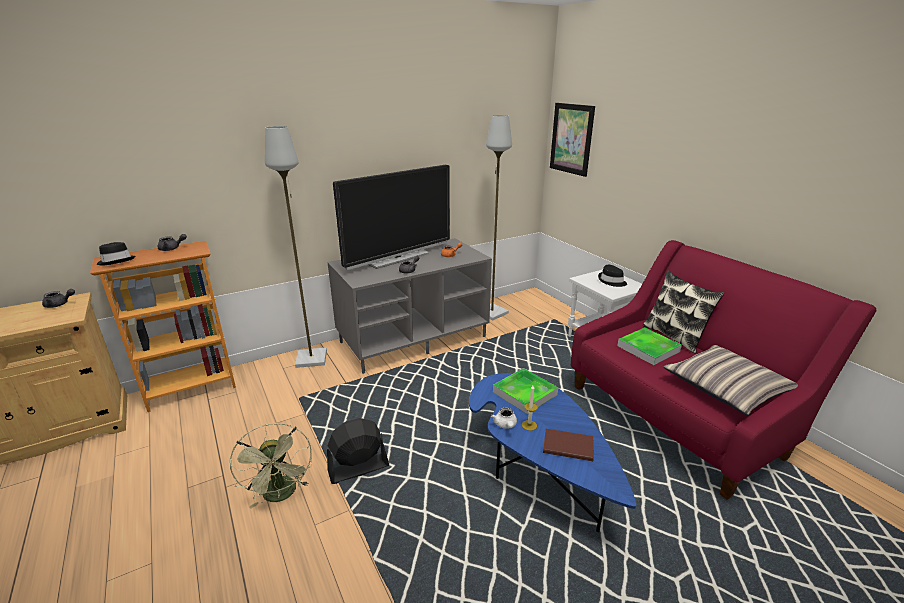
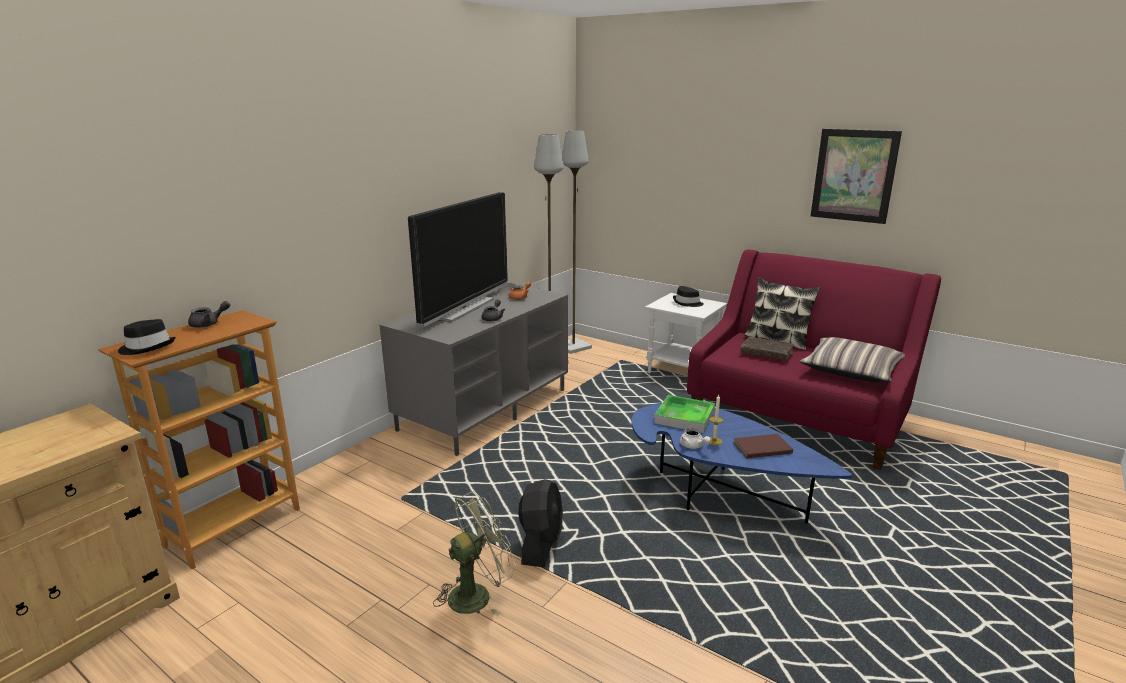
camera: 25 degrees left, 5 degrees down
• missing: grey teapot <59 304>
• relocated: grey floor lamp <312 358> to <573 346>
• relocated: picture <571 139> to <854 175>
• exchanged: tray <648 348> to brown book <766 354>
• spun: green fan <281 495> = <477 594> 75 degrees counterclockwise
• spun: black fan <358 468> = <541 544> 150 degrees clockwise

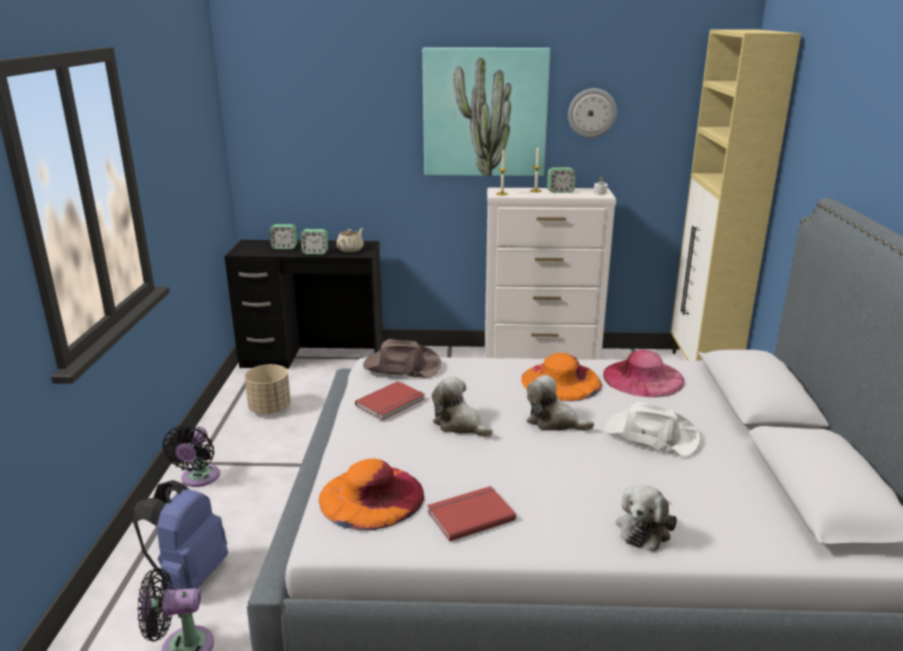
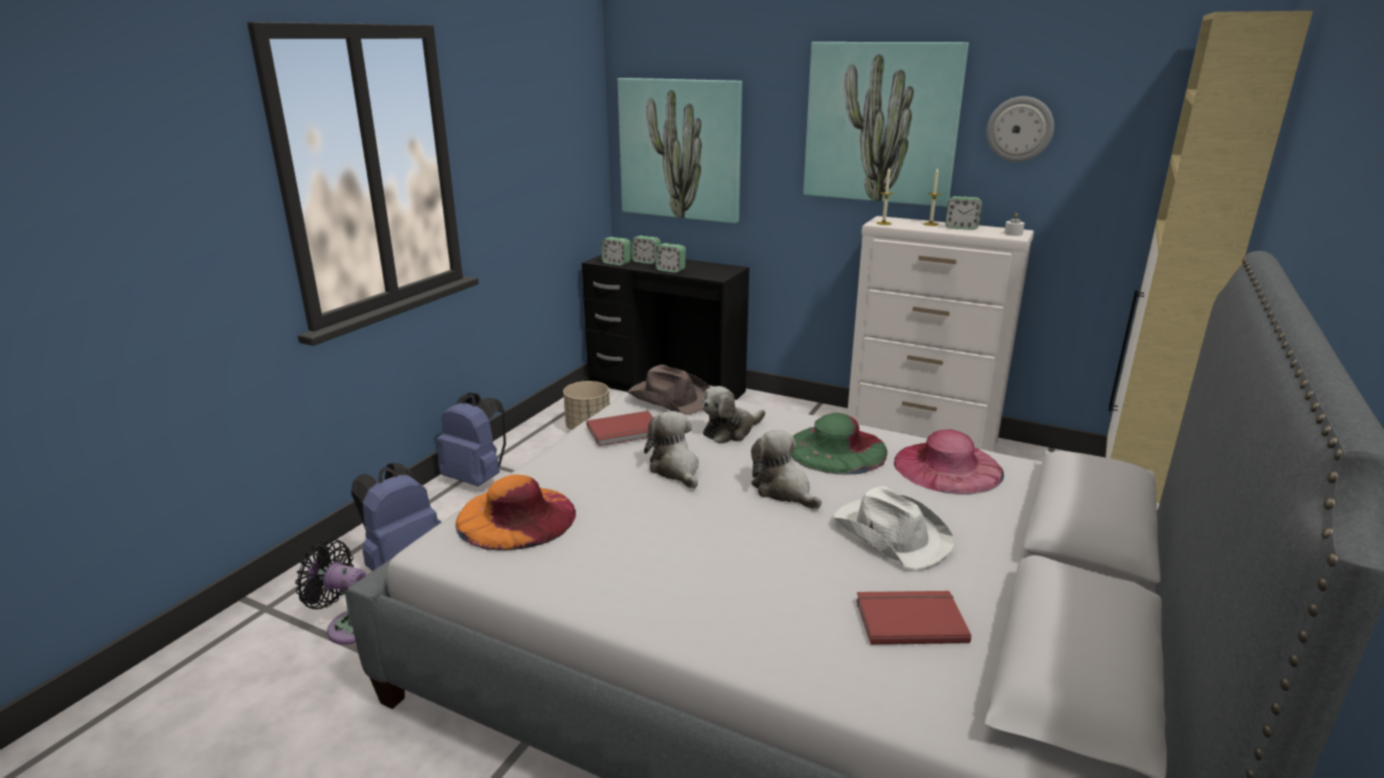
camera: 25 degrees right, 0 degrees up
• missing: beige teapot <350 249>
• appeared: alarm clock <616 263>
• appeared: picture <680 149>
• relocated: red book <469 514> to <909 619>
• relocated: plush toy <644 528> to <730 431>
• exchanged: black fan <199 478> to blue backpack <477 478>
• colour: orange hat <561 381> to green hat <836 449>

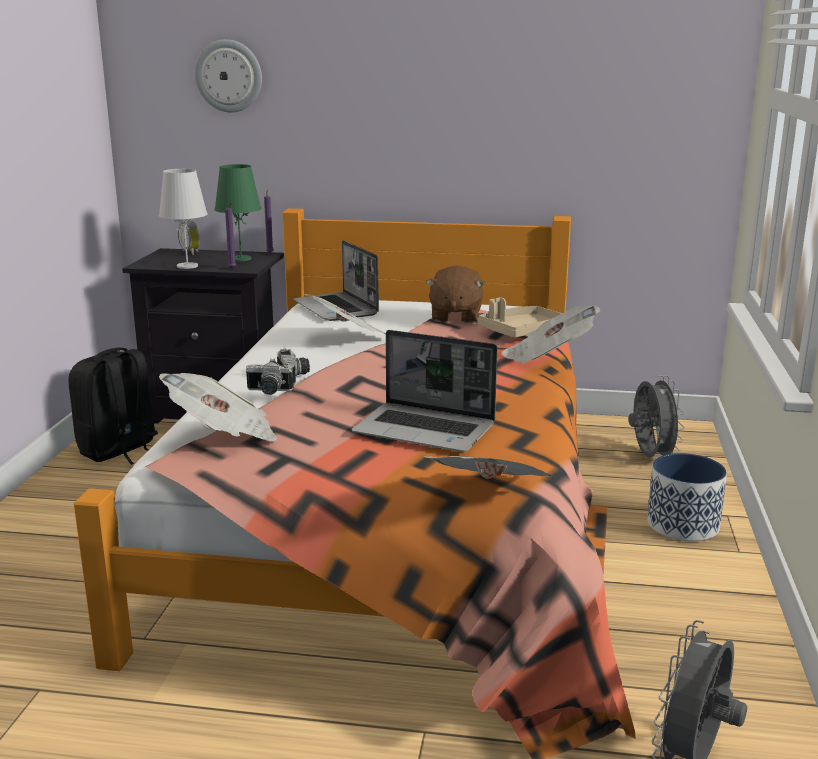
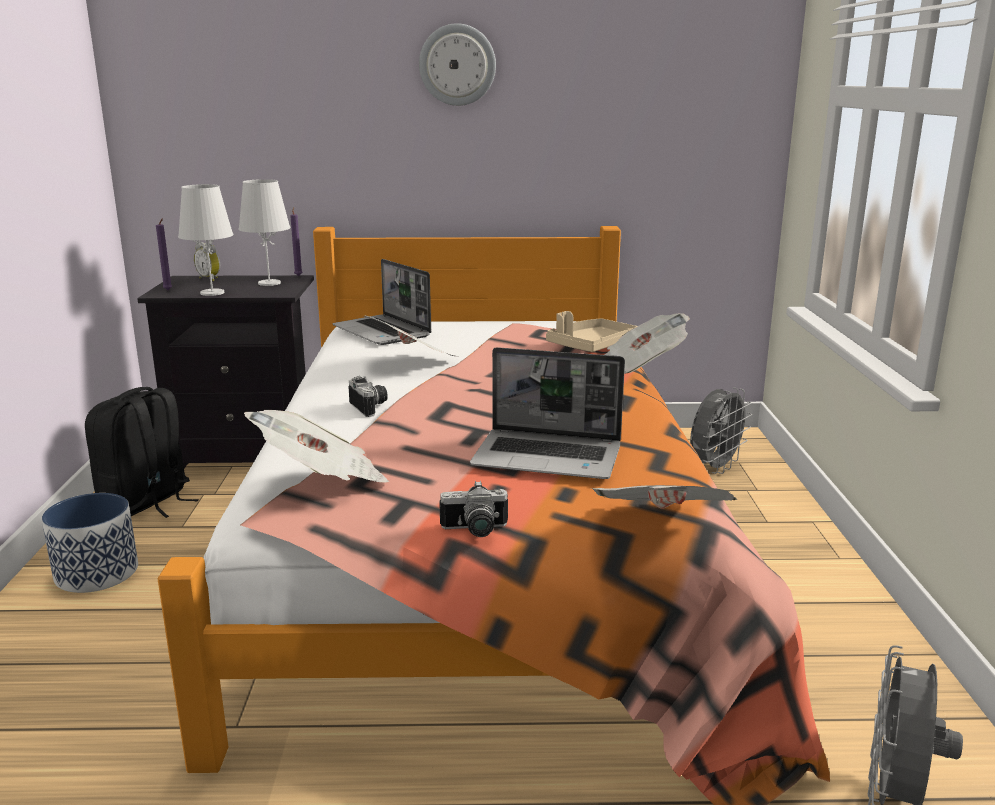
camera: 10 degrees left, 0 degrees up
• missing: brown plush toy <455 317>
• relocated: wall clock <229 76> to <457 65>
• relocated: purple candle <232 268> to <168 290>
• relocated: photo camera <268 392> to <475 531>
• relocated: planter <683 525> to <97 573>
• colour: green table lamp <241 259> to white table lamp <269 283>
• spun: grey fan <650 458> = <714 468> 60 degrees clockwise

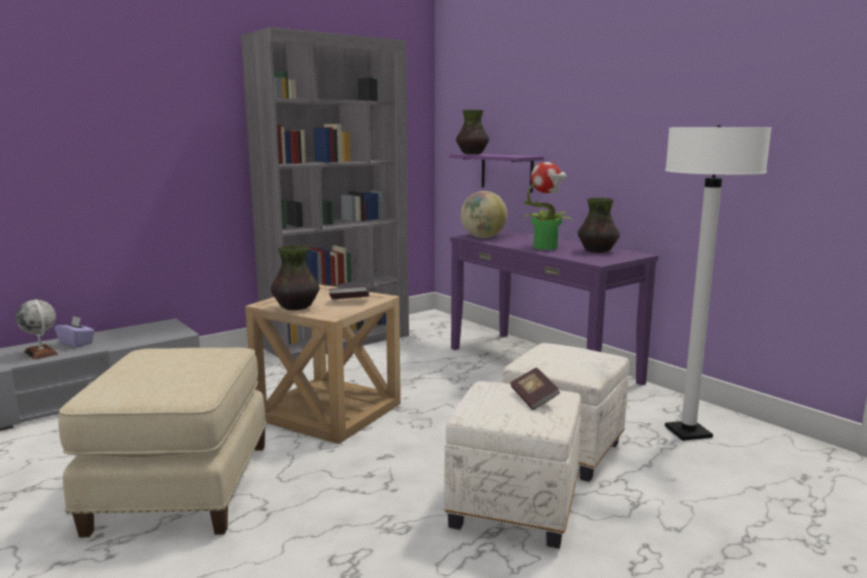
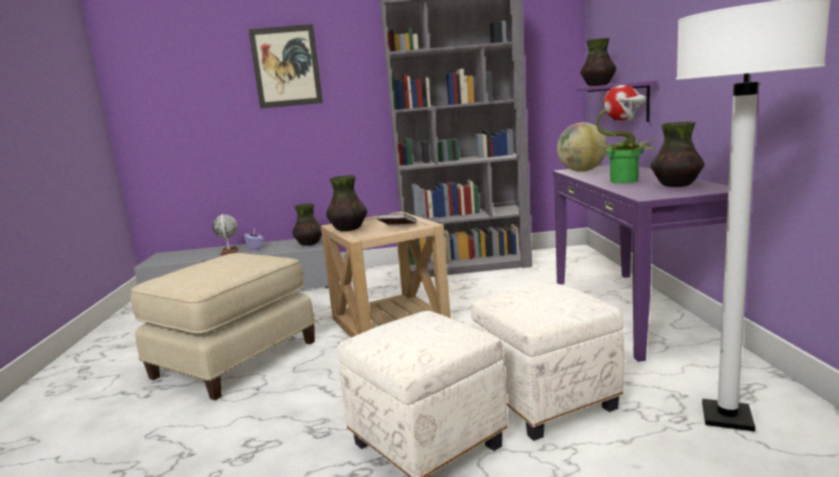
camera: 35 degrees right, 0 degrees up
• missing: book <533 399>
• appeared: picture <286 66>
• appeared: vase <309 244>

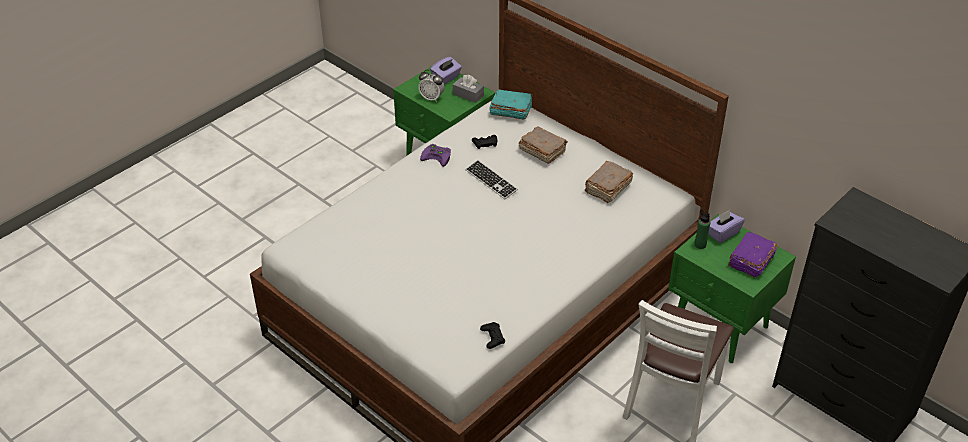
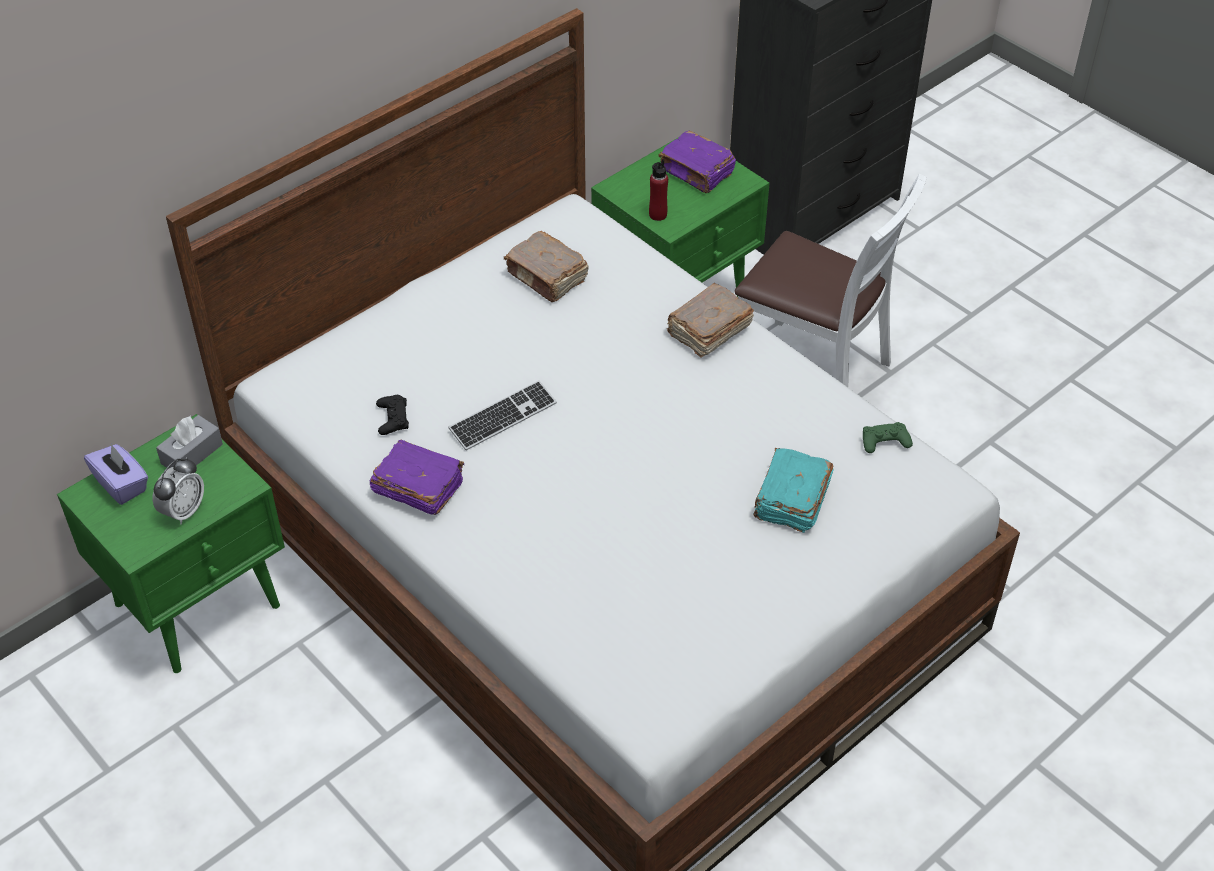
camera: 85 degrees left, 5 degrees up
• missing: purple tissue box <723 233>
• relocated: turquoise book <510 111> to <791 501>
• relocated: brown book <542 151> to <708 331>
• exchanged: purple game controller <438 156> to purple book <417 487>
• colour: black game controller <492 337> to green game controller <885 441>
• colour: green bottle <700 244> to red bottle <657 215>

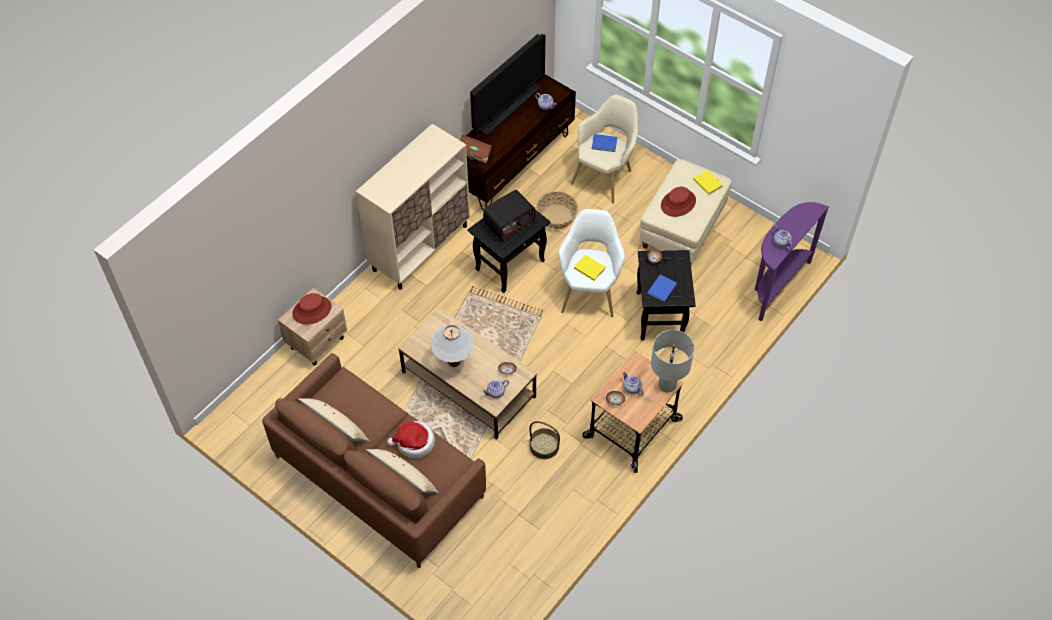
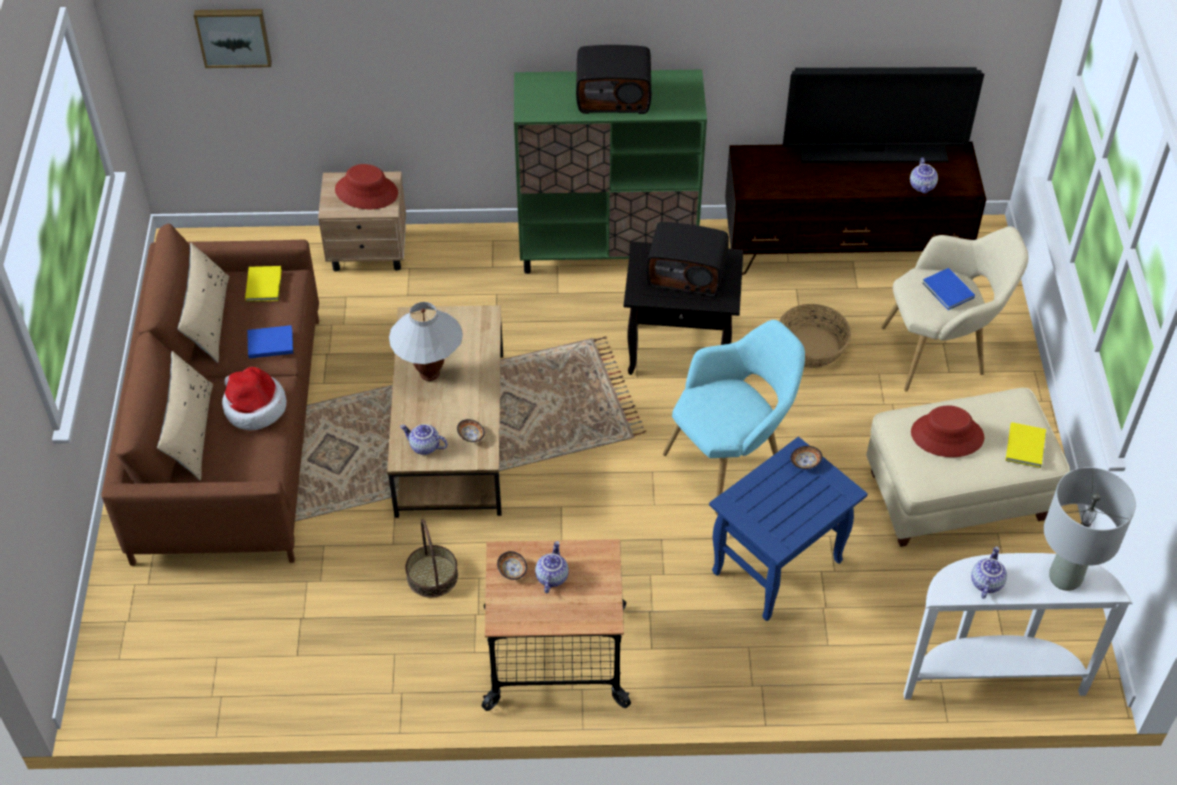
camera: 50 degrees right, 5 degrees down
• missing: brown book <474 154>
• appeared: picture <233 36>
• appeared: radio <614 96>
• relocated: yellow book <589 268> to <264 284>
• relocated: blue book <661 289> to <269 343>
• relocated: grey table lamp <667 385> to <1065 577>
• colour: beige cabinet <420 247> to green cabinet <608 250>
• colour: white armchair <589 291> to turquoise armchair <731 461>
• colour: black side table <660 317> to blue side table <776 569>
• colour: purple console table <776 285> to white console table <990 676>

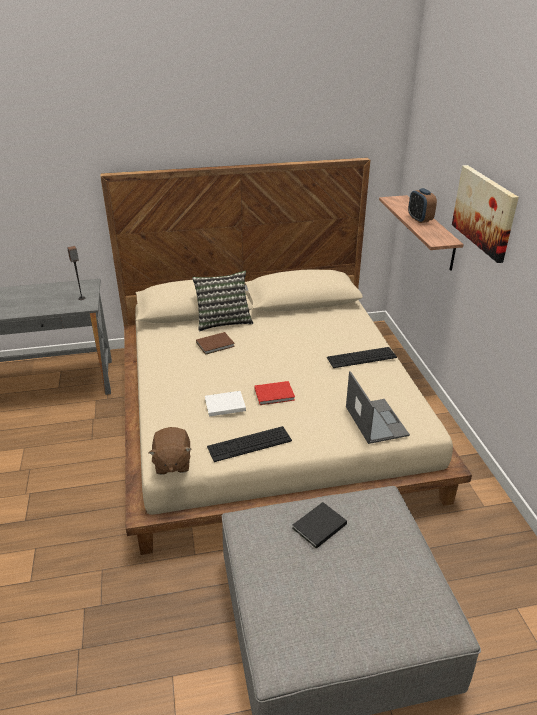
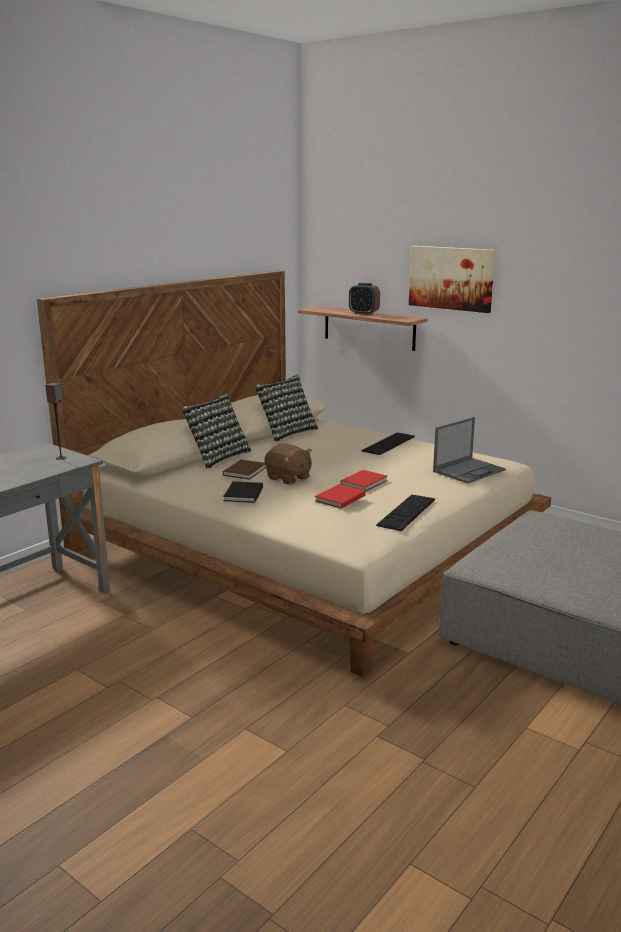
camera: 40 degrees left, 15 degrees down
• appeared: pillow <286 433>
• relocated: brown plush toy <172 463> to <288 478>
• relocated: black book <318 526> to <242 494>
• colour: white book <224 405> to red book <339 498>
• spun: laptop <375 420> = <469 470> 105 degrees clockwise

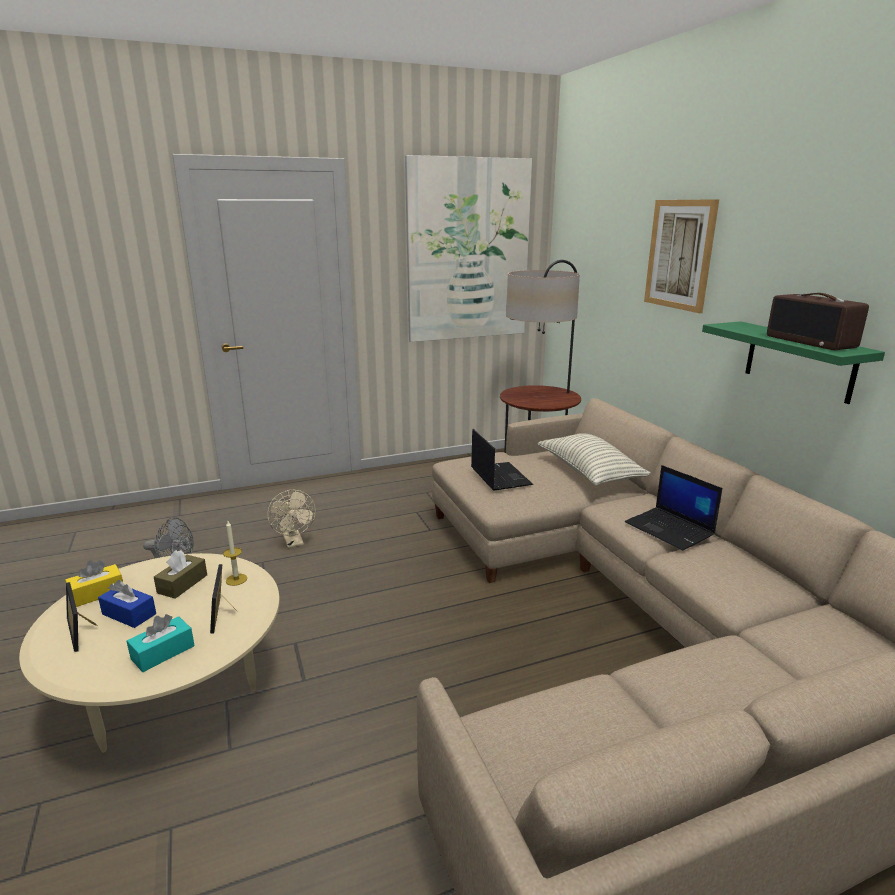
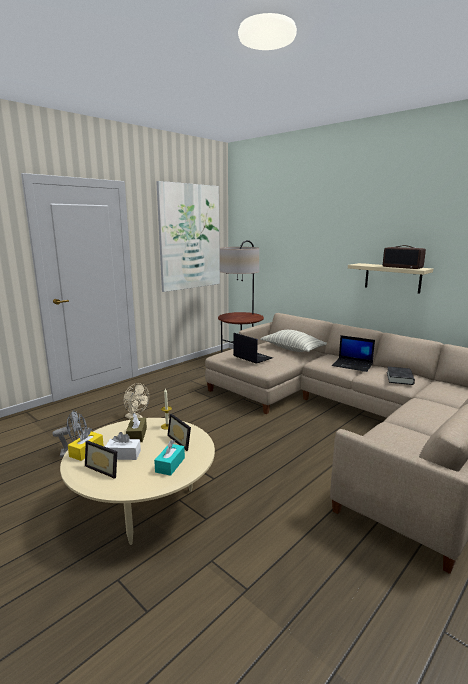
camera: 25 degrees left, 5 degrees down
• missing: picture <679 255>
• appeared: black book <399 378>
• colour: blue tissue box <129 614> to white tissue box <123 455>
• colour: green shelf <799 361> to beige shelf <392 278>

